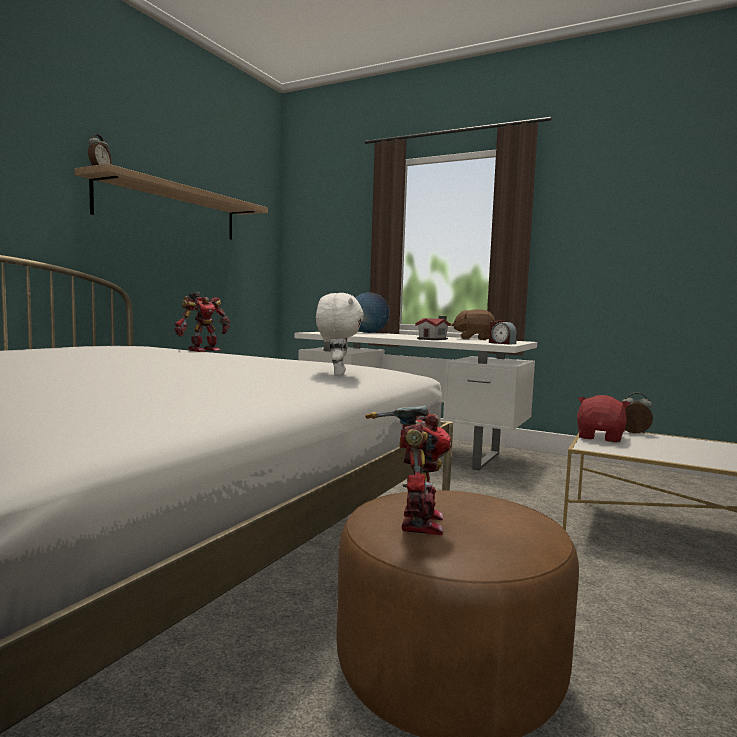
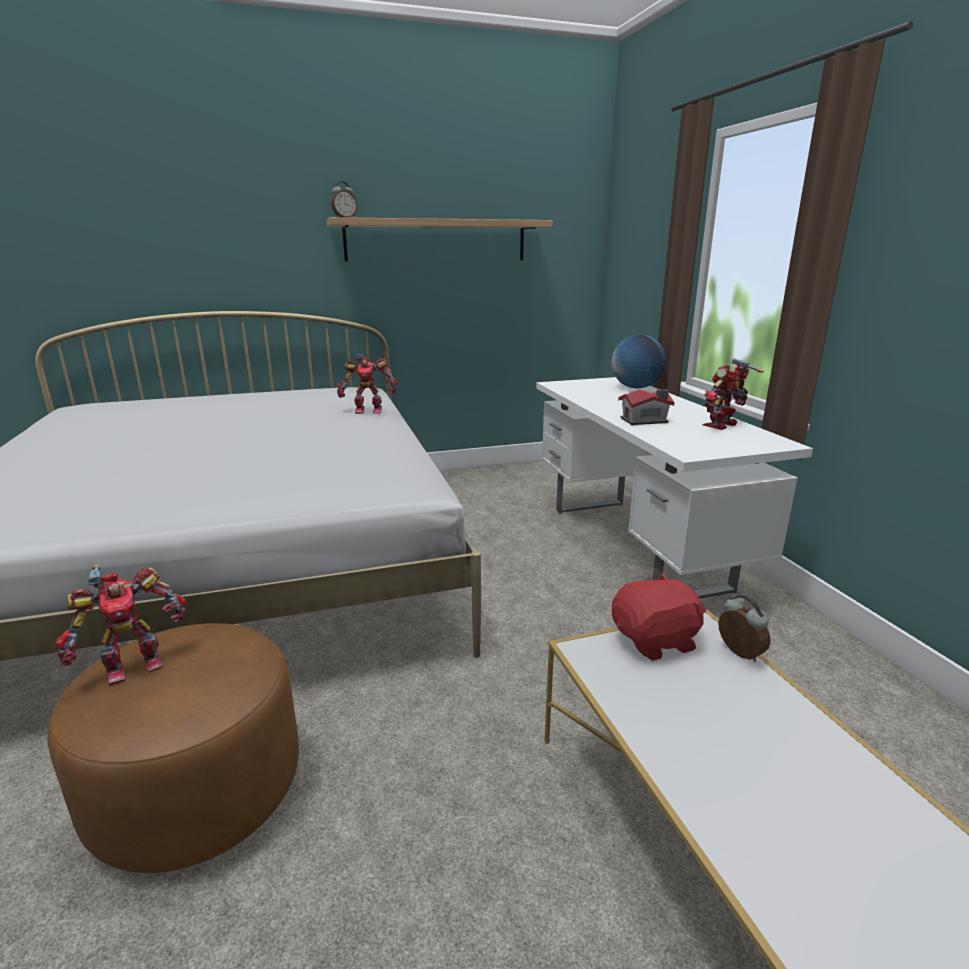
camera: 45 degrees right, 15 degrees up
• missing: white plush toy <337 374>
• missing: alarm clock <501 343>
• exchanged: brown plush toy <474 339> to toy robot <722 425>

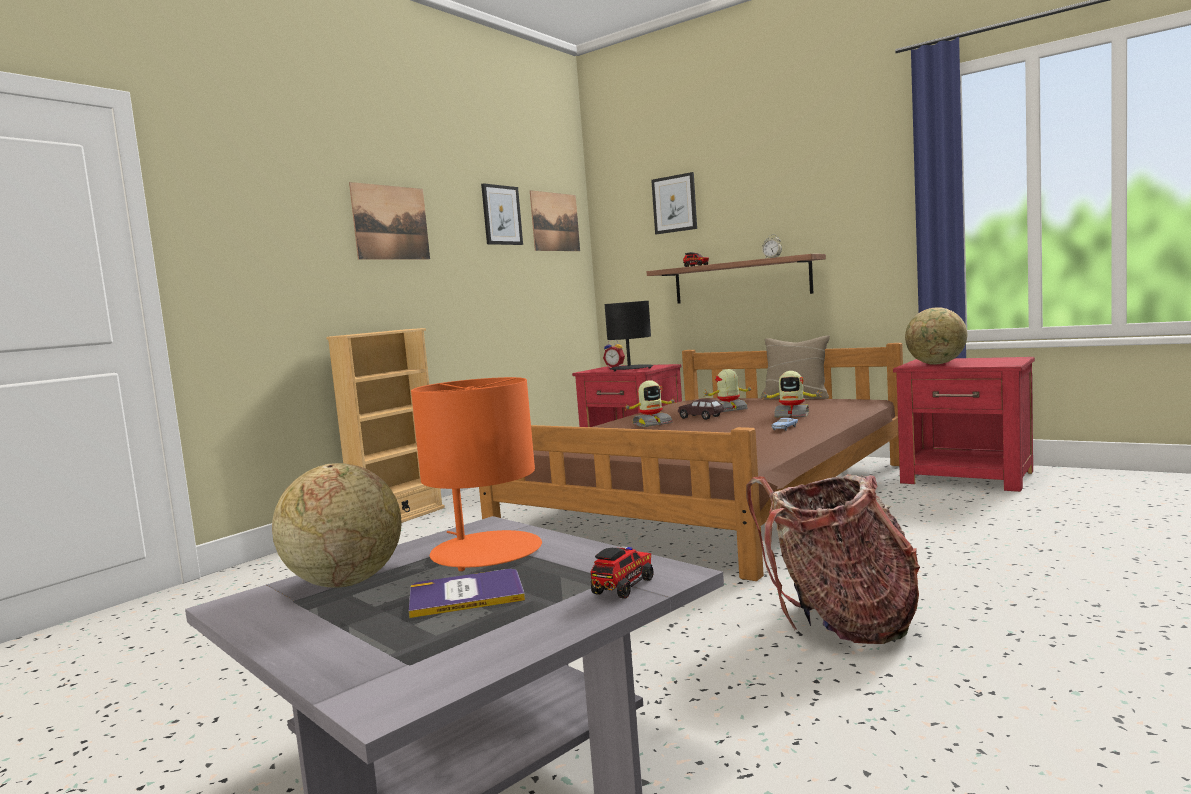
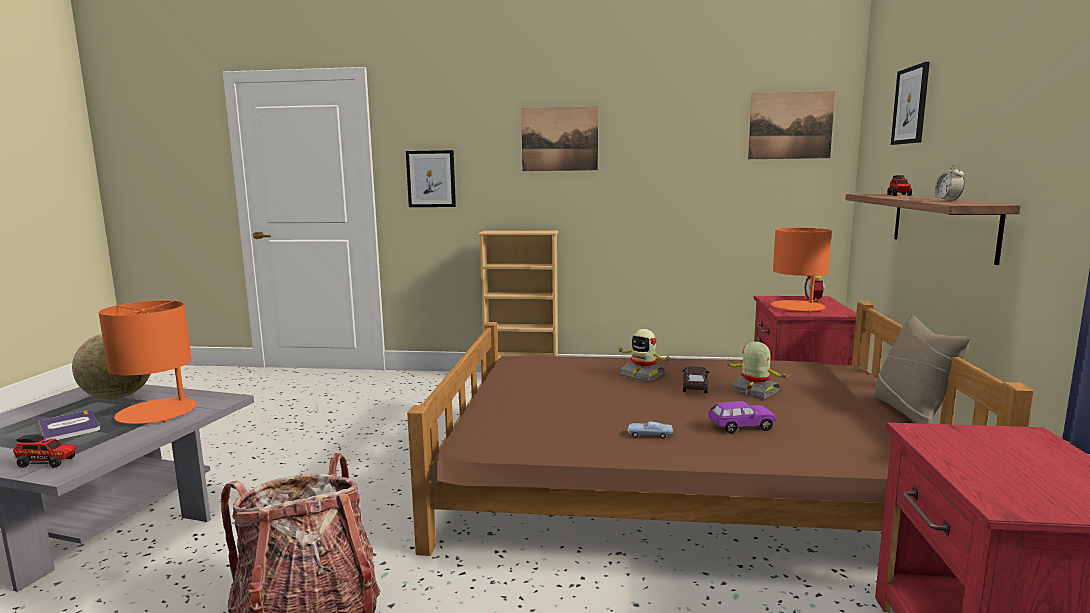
camera: 60 degrees right, 5 degrees up
• missing: globe <936 364>
• relocated: picture <501 215> to <431 179>
• exchanged: toy robot <792 415> to purple toy car <741 427>
• colour: black table lamp <631 369> to orange table lamp <798 307>

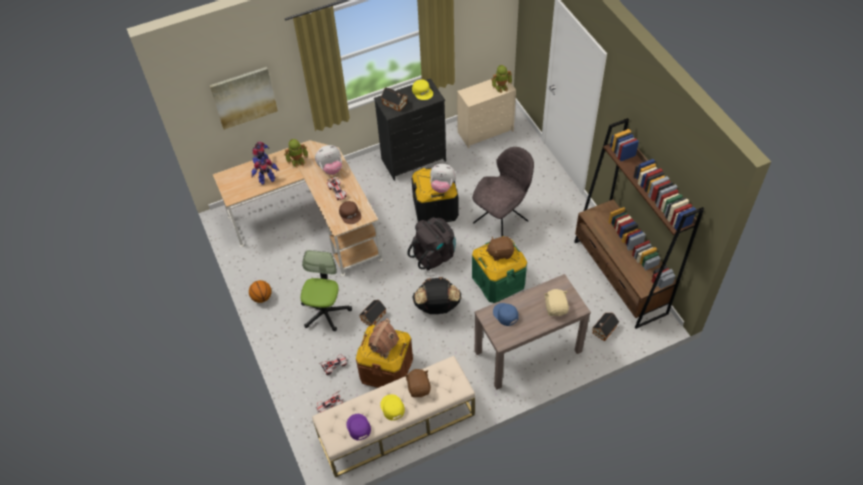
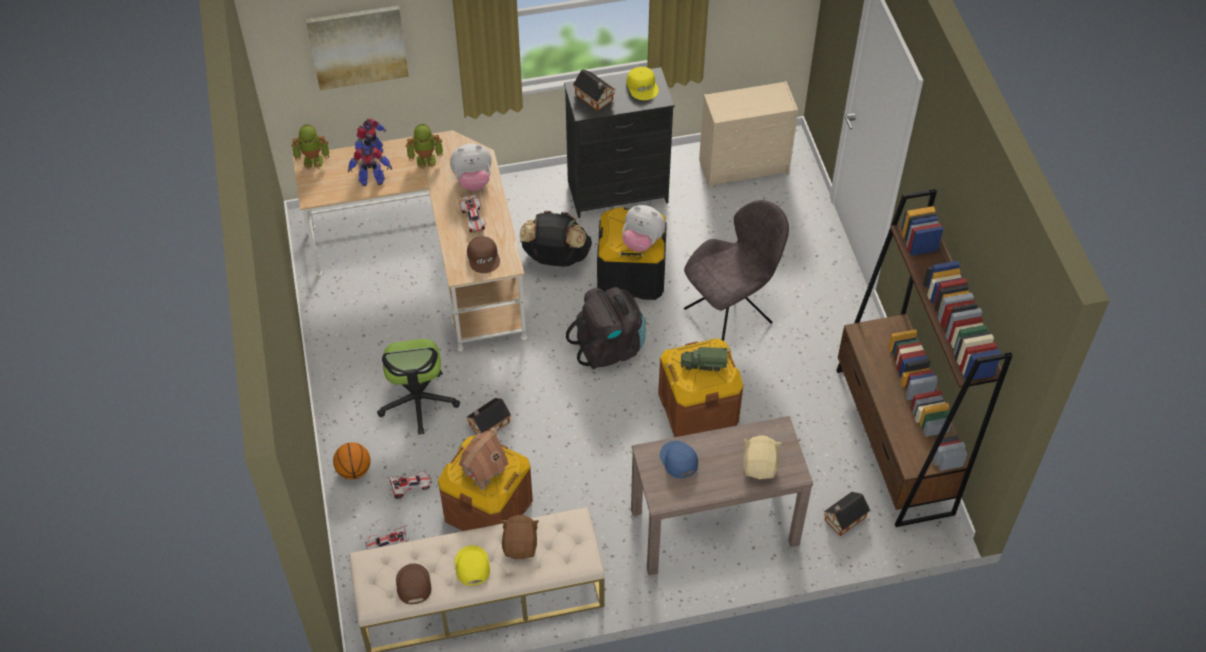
camera: 10 degrees right, 0 degrees up
• relocated: basketball <262 297> to <354 470>
• relocated: black backpack <437 307> to <556 258>
• relocated: toy robot <501 87> to <313 160>
• exchanged: brown plush toy <500 253> to toy truck <703 363>
• colour: purple cap <358 427> to brown cap <413 585>
• colour: green storage box <498 281> to brown storage box <698 408>
• spun: office chair <325 312> = <418 401> 150 degrees clockwise

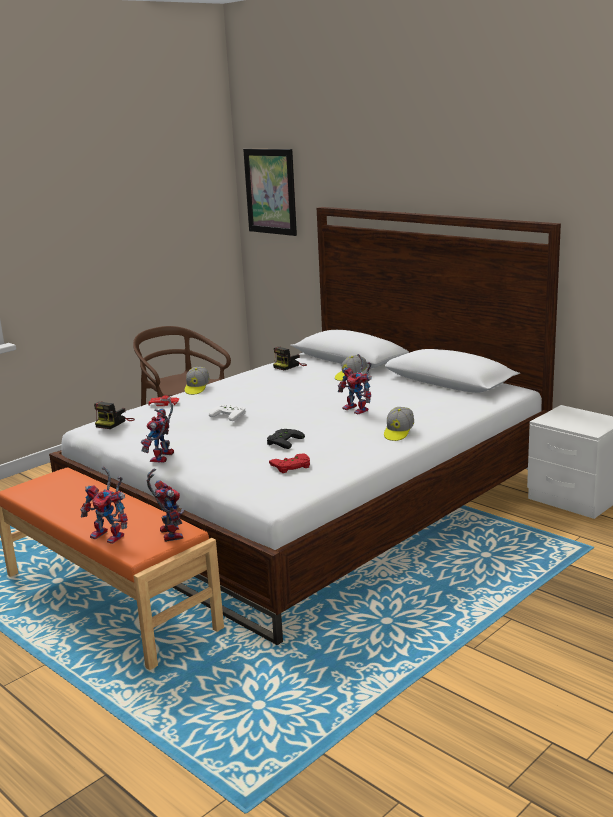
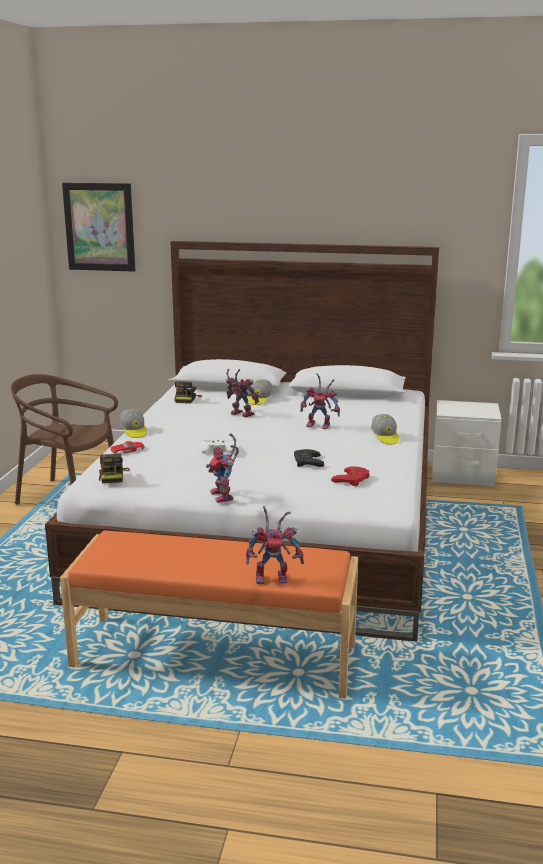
camera: 35 degrees left, 0 degrees up
• relocated: toy robot <168 533> to <239 414>

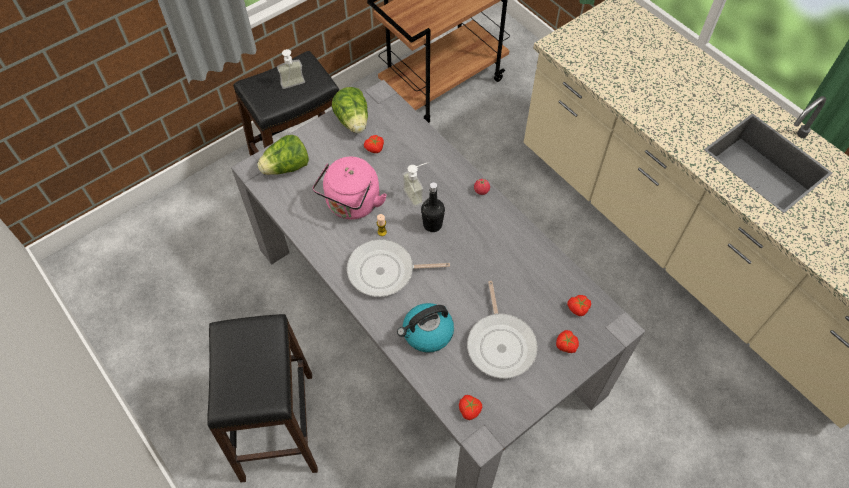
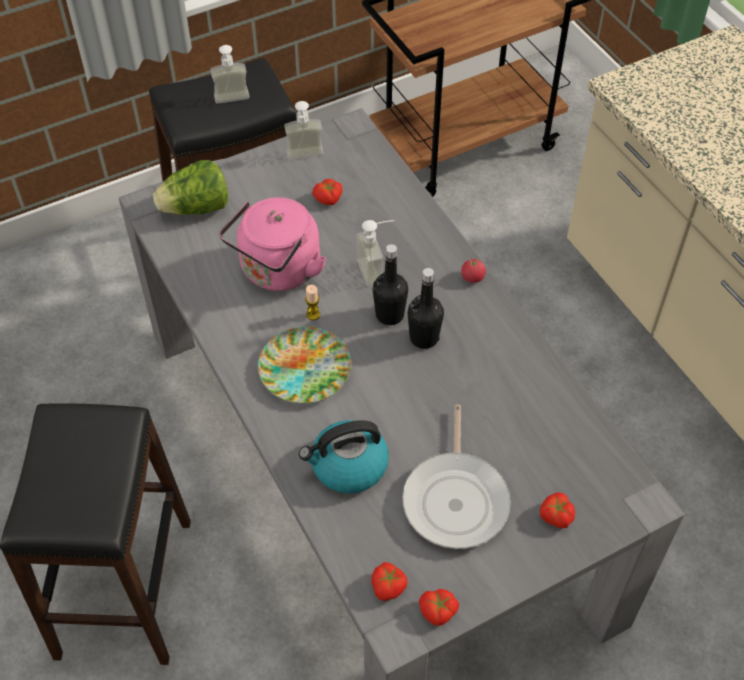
camera: 10 degrees right, 5 degrees down
• appeared: black bottle <424 338>
• relocated: tomato <578 309> to <438 612>
• exchanged: lettuce <353 121> to soap dispenser <306 158>
• exchanged: frying pan <385 271> to plate <305 370>

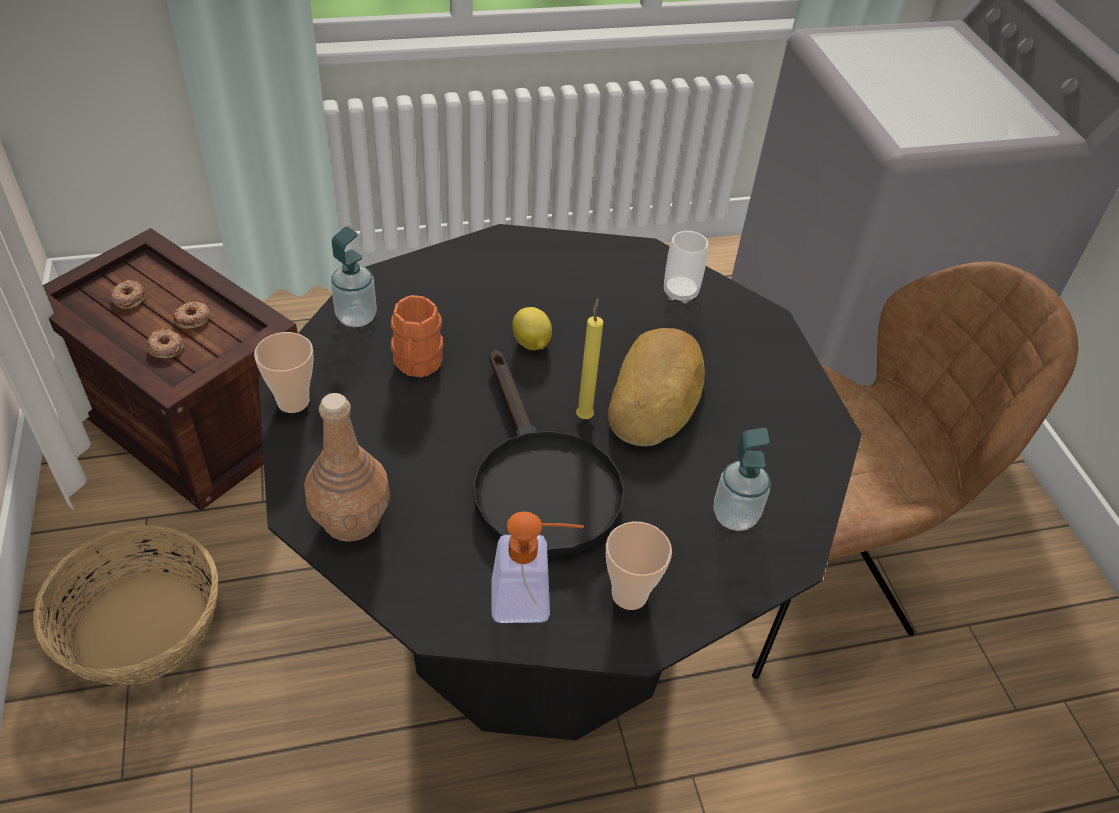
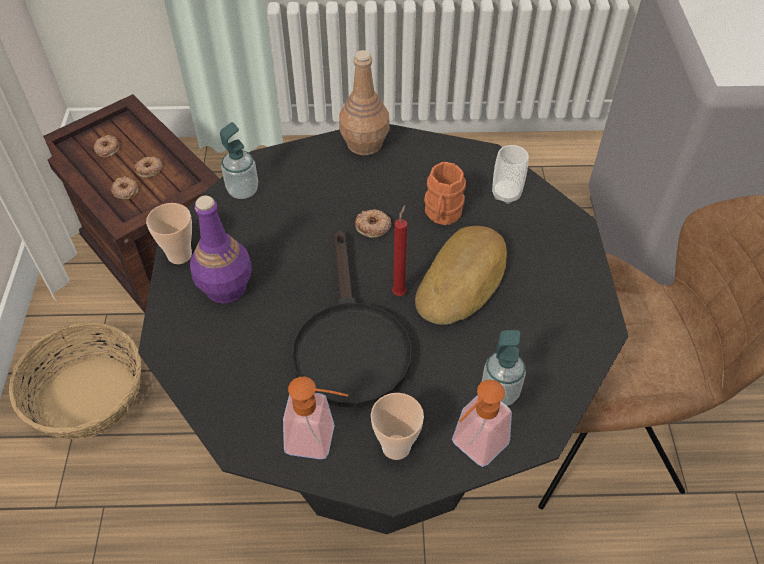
camera: 15 degrees right, 5 degrees up
• appeared: purple bottle <225 288>
• appeared: soap dispenser <473 448>
• relocated: brown bottle <351 520> to <364 144>
• relocated: orange mug <416 365> to <442 215>
• exchanged: lemon <531 343> to donut <373 226>
• colour: yellow candle <584 415> to red candle <399 292>

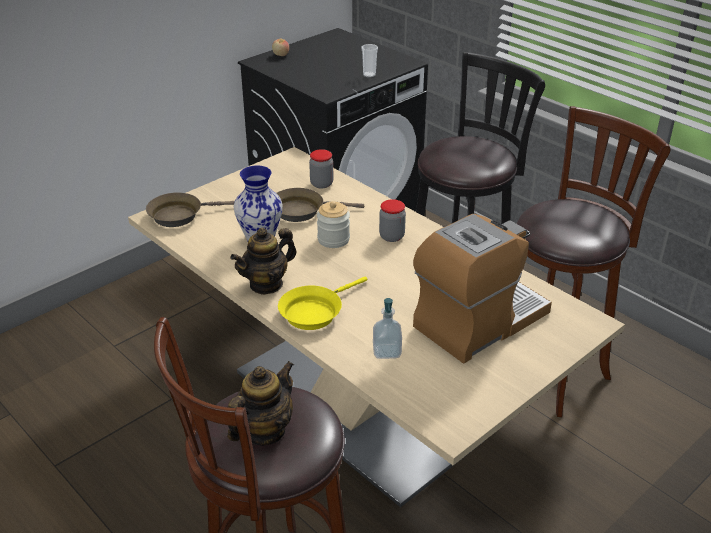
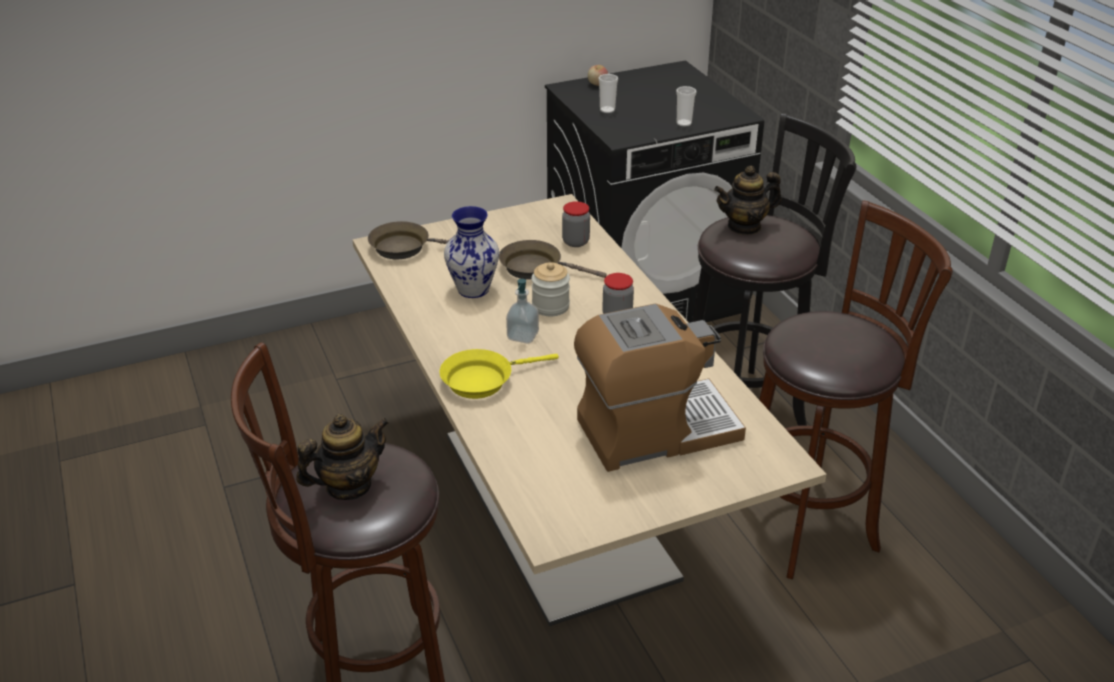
camera: 20 degrees right, 0 degrees up
• appeared: cup <607 110>
• relocated: teapot <266 284> to <744 226>
• relocated: soap dispenser <386 351> to <522 336>

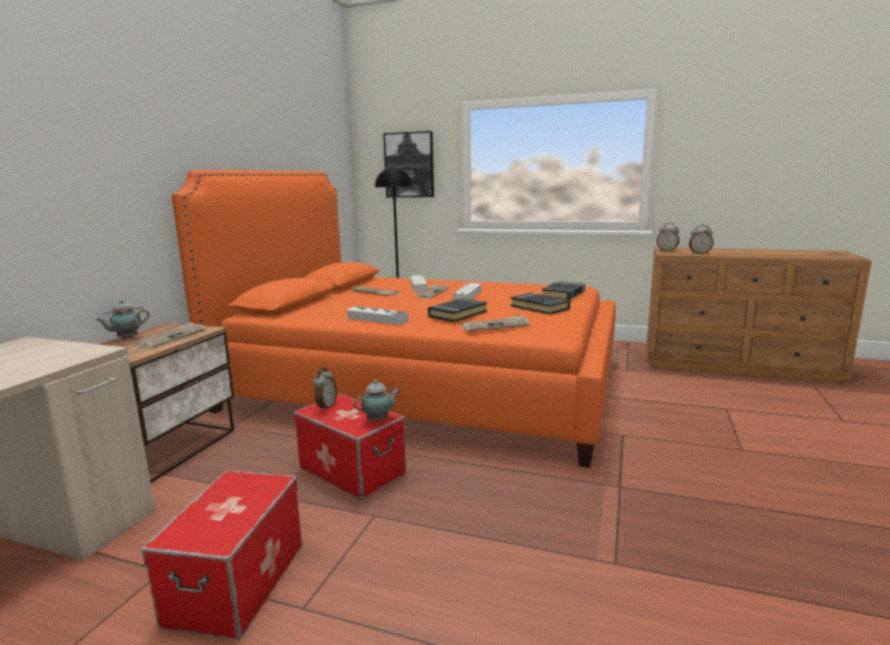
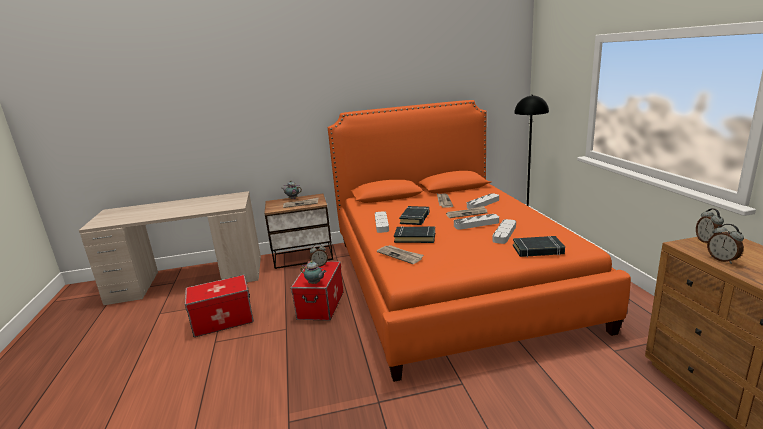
camera: 60 degrees right, 5 degrees up
• missing: picture <409 165>
• appeared: grey tray <504 233>
• relocated: black book <540 307> to <415 218>

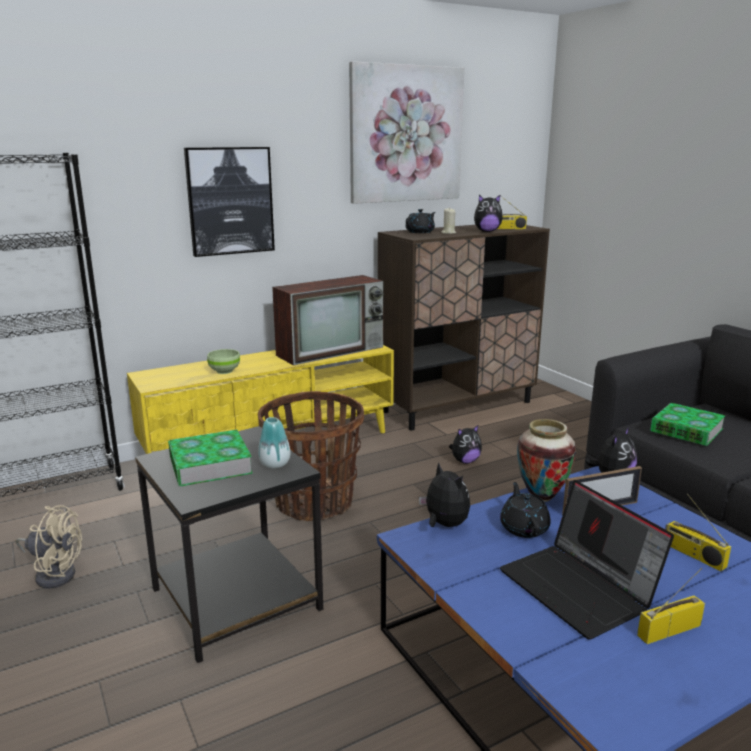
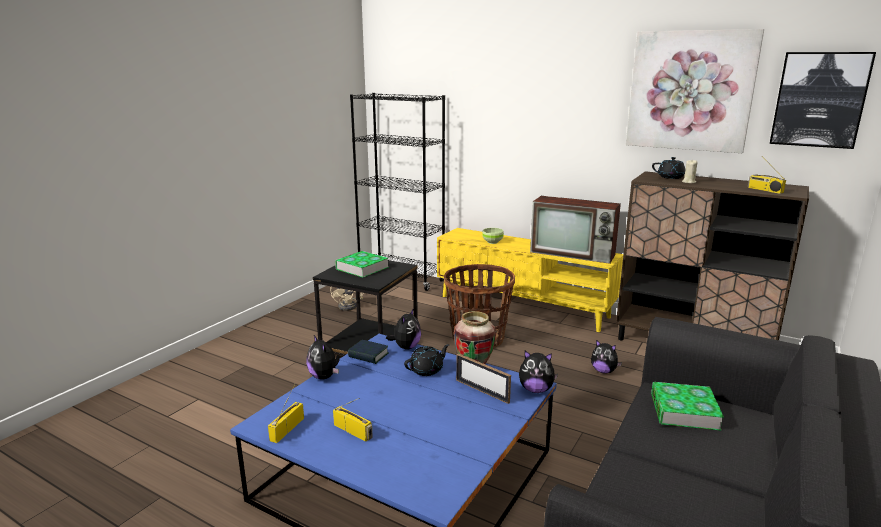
camera: 60 degrees right, 0 degrees up
• missing: vase <274 464>
• missing: laptop <580 589>
• appeared: book <368 355>
• relocated: picture <230 201> to <819 100>
• relocated: plush toy <487 231> to <324 376>
• relocated: radio <693 555> to <287 428>

